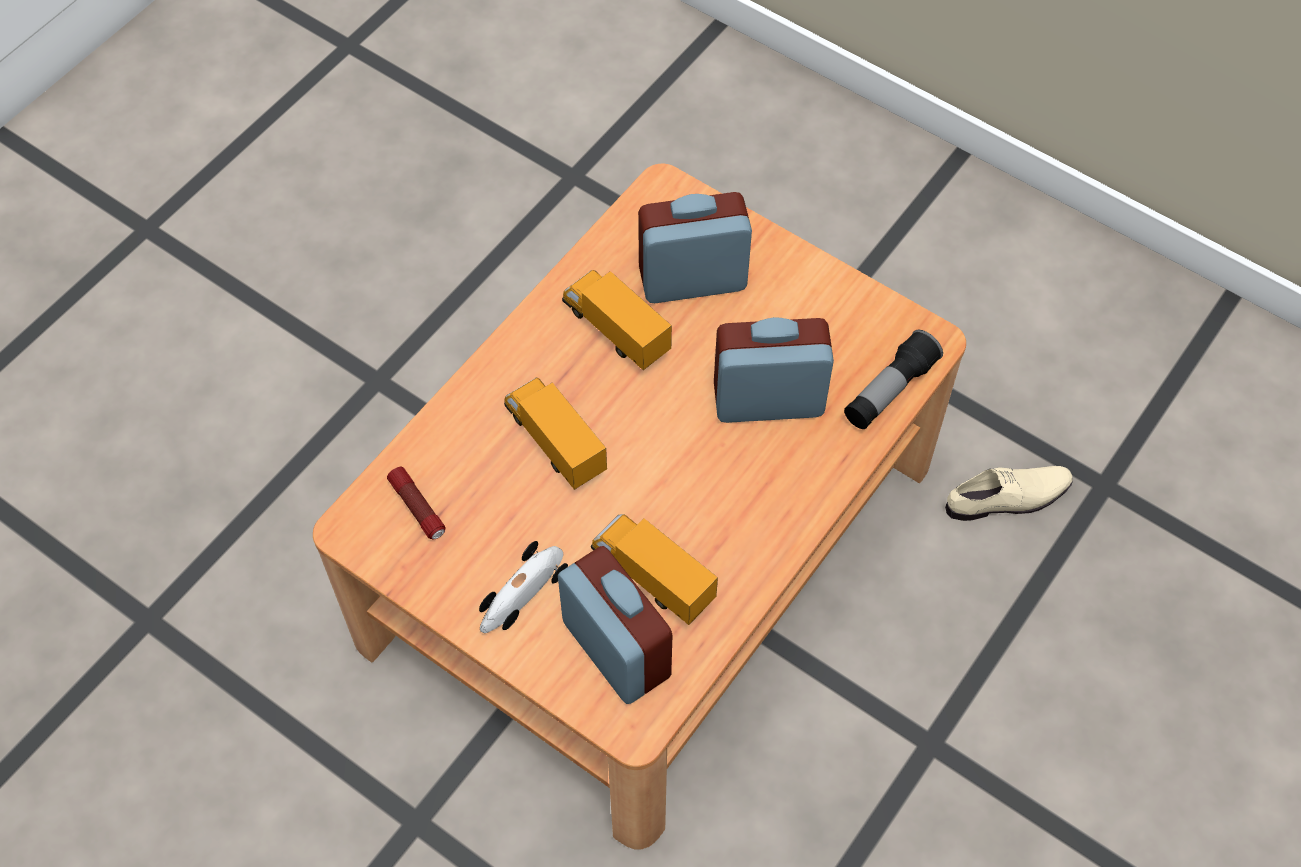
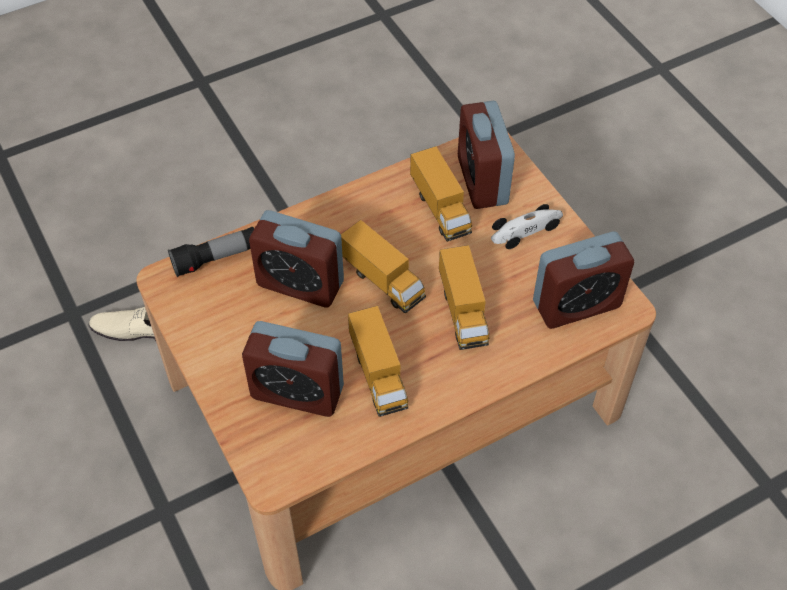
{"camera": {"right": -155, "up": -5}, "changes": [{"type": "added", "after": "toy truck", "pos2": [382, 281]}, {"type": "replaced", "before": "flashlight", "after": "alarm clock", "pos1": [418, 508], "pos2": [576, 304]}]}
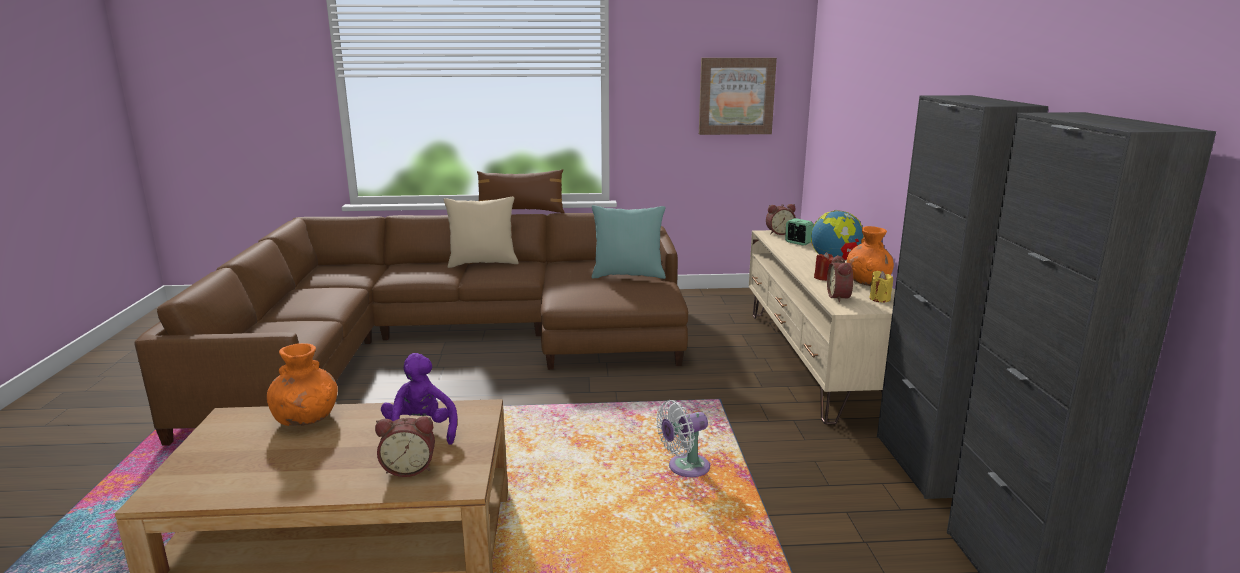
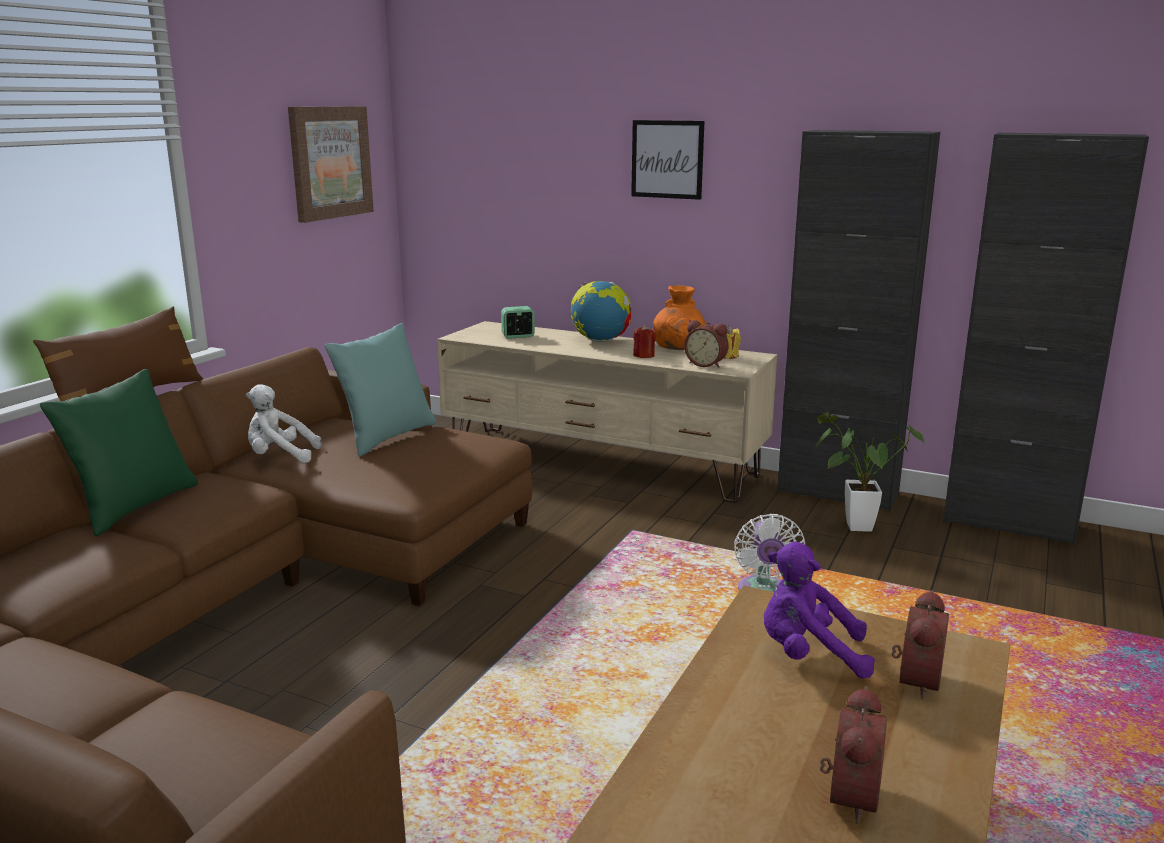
{"camera": {"right": -60, "up": 0}, "changes": [{"type": "recoloured", "before": "pillow/beige", "after": "pillow/green", "pos1": [483, 263], "pos2": [134, 507]}, {"type": "added", "after": "plush toy/white", "pos2": [280, 457]}, {"type": "added", "after": "picture", "pos2": [667, 159]}, {"type": "added", "after": "potted plant", "pos2": [851, 526]}, {"type": "moved", "before": "alarm clock", "pos1": [779, 233], "pos2": [847, 795]}, {"type": "removed", "before": "vase/orange", "pos1": [306, 418]}]}
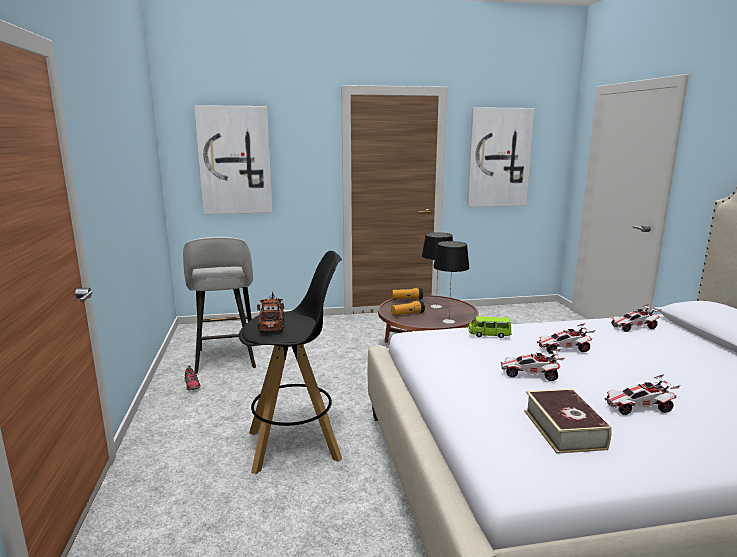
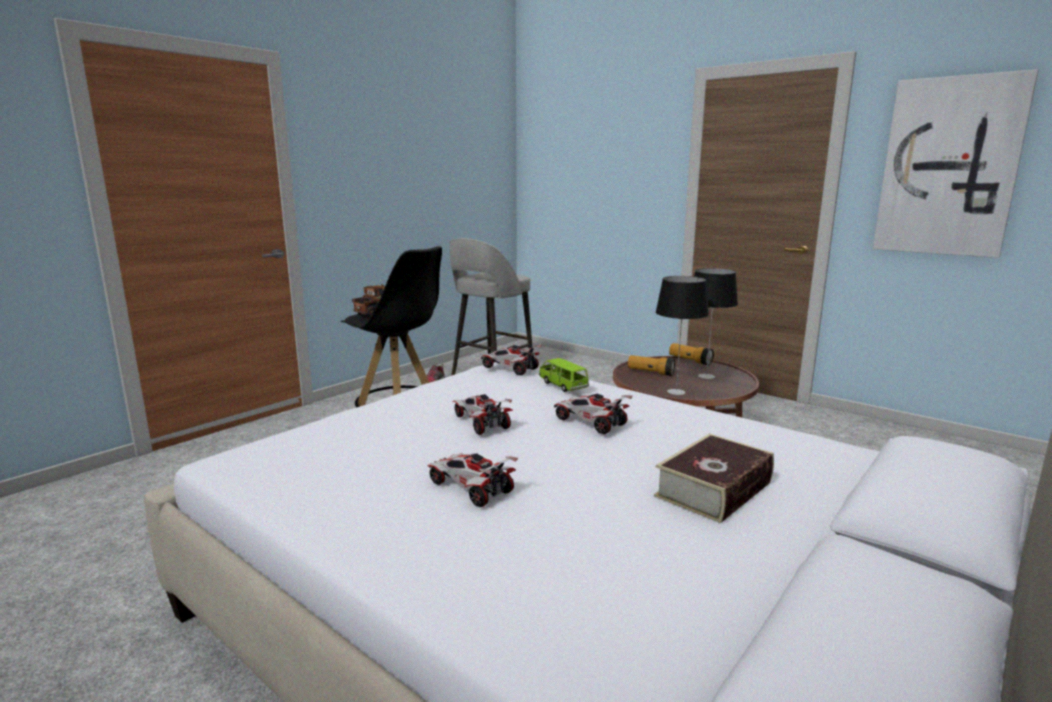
{"camera": {"right": 50, "up": 0}, "changes": [{"type": "moved", "before": "toy car", "pos1": [633, 327], "pos2": [510, 369]}, {"type": "moved", "before": "book", "pos1": [564, 429], "pos2": [713, 489]}, {"type": "removed", "before": "picture", "pos1": [235, 160]}]}
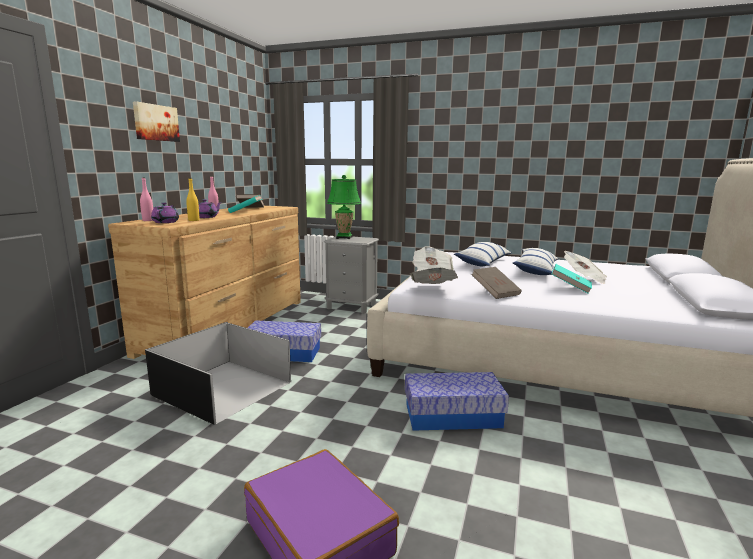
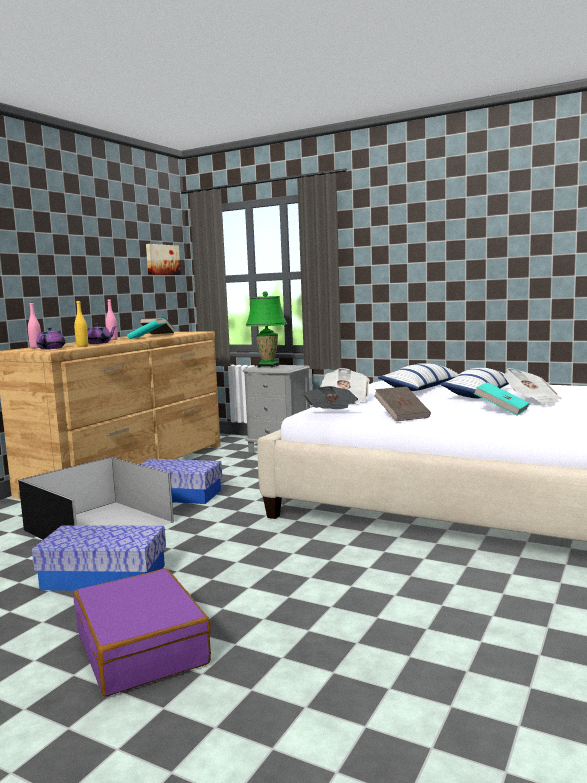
{"camera": {"right": 10, "up": -5}, "changes": [{"type": "moved", "before": "storage box", "pos1": [453, 416], "pos2": [104, 577]}, {"type": "moved", "before": "picture", "pos1": [155, 122], "pos2": [162, 260]}]}
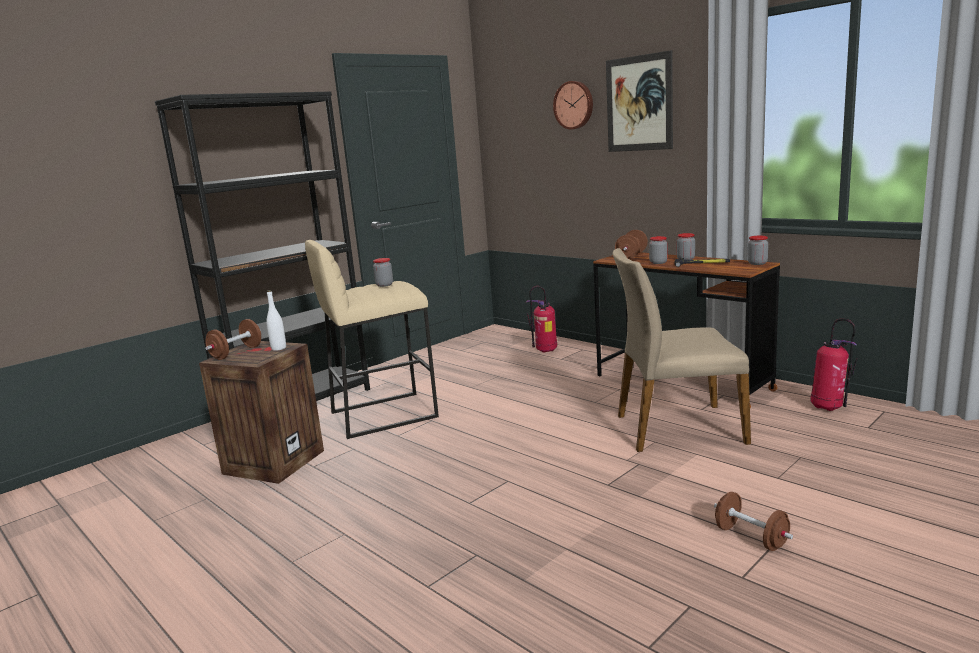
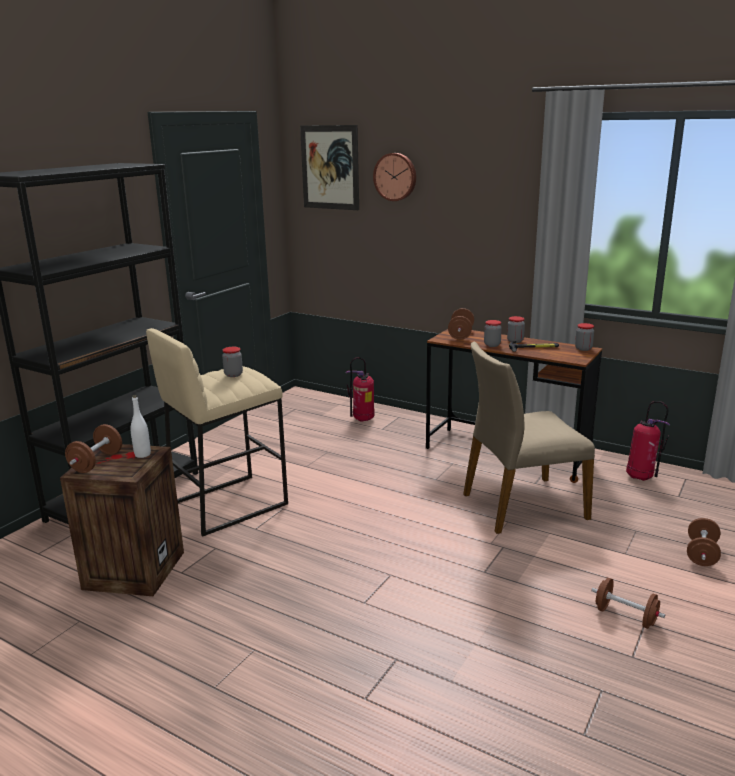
{"camera": {"right": -15, "up": 5}, "changes": [{"type": "moved", "before": "picture", "pos1": [639, 103], "pos2": [330, 167]}, {"type": "added", "after": "dumbbell/brown", "pos2": [701, 554]}]}
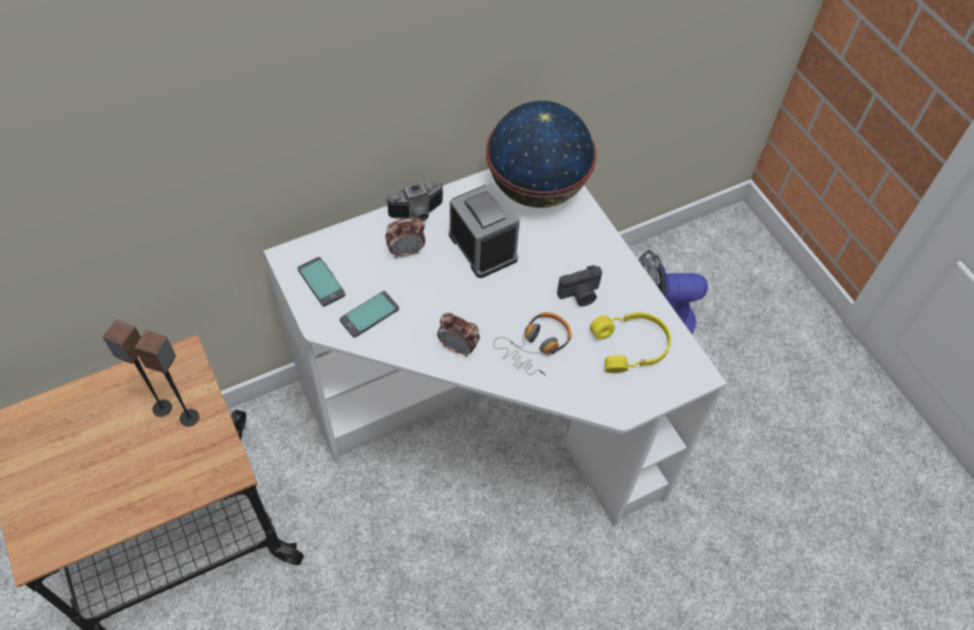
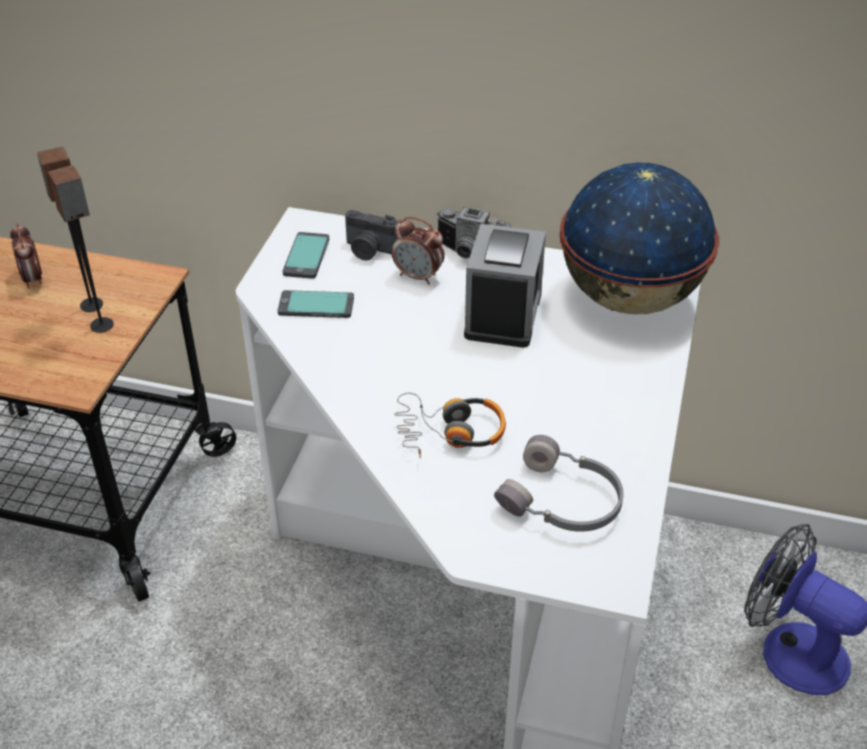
{"camera": {"right": 45, "up": -15}, "changes": [{"type": "moved", "before": "alarm clock", "pos1": [458, 347], "pos2": [33, 279]}, {"type": "moved", "before": "photo camera", "pos1": [580, 295], "pos2": [369, 250]}, {"type": "recoloured", "before": "headphones/yellow", "after": "headphones/grey", "pos1": [631, 347], "pos2": [562, 502]}]}
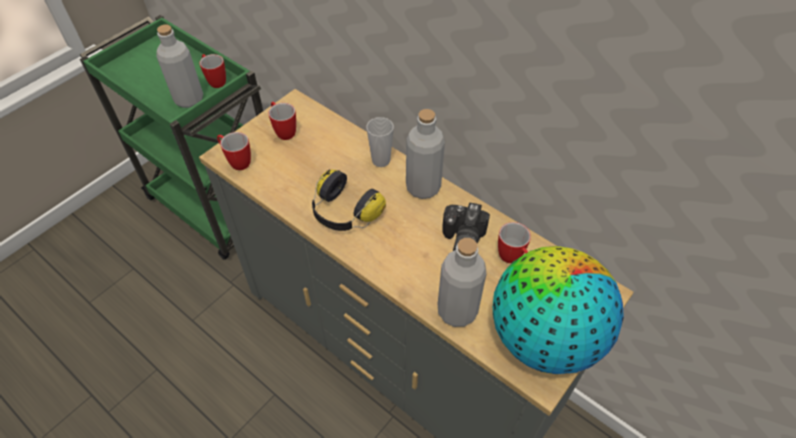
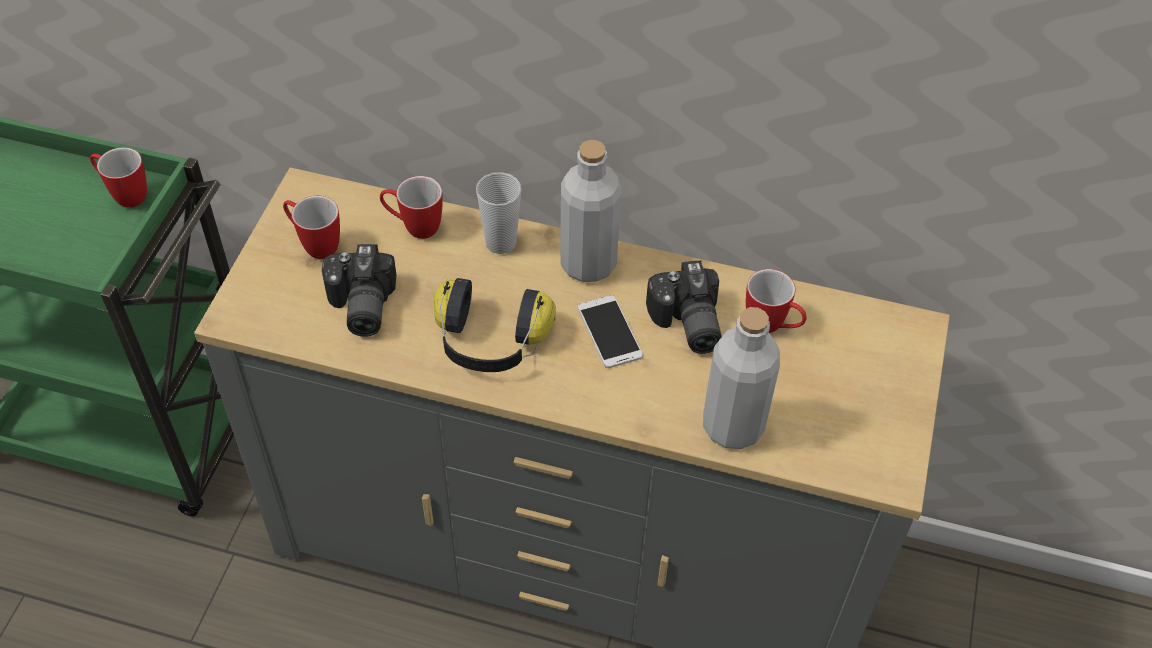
{"camera": {"right": -25, "up": 0}, "changes": [{"type": "added", "after": "photo camera", "pos2": [359, 306]}, {"type": "moved", "before": "mug", "pos1": [236, 161], "pos2": [414, 227]}, {"type": "added", "after": "phone", "pos2": [609, 332]}, {"type": "removed", "before": "bottle/grey", "pos1": [189, 99]}, {"type": "removed", "before": "globe", "pos1": [543, 337]}]}
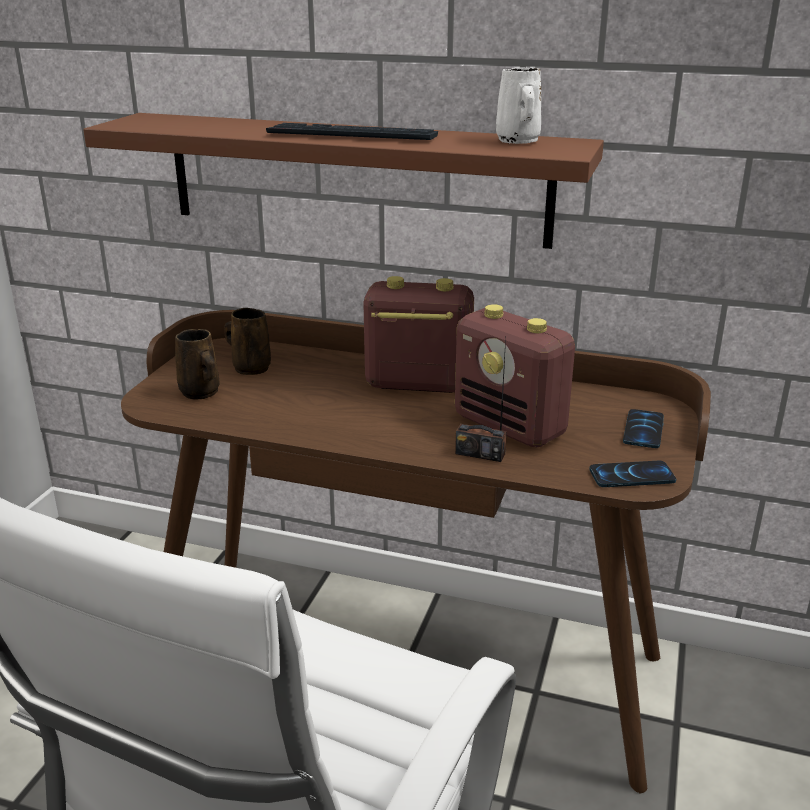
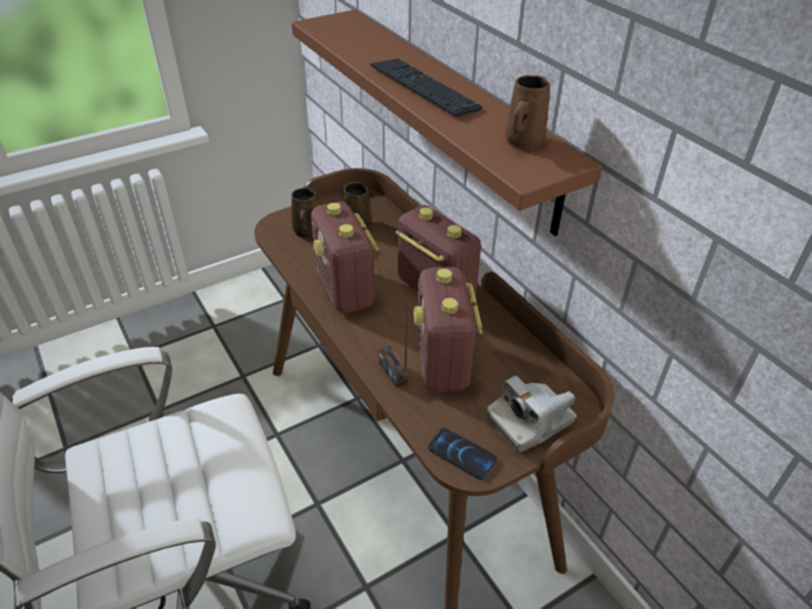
{"camera": {"right": 40, "up": 15}, "changes": [{"type": "added", "after": "radio", "pos2": [345, 289]}, {"type": "replaced", "before": "phone", "after": "photo camera", "pos1": [643, 430], "pos2": [530, 421]}, {"type": "recoloured", "before": "mug/white", "after": "mug/brown", "pos1": [518, 141], "pos2": [523, 142]}]}
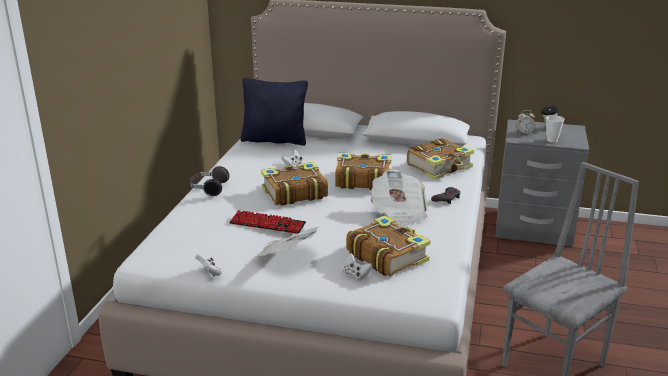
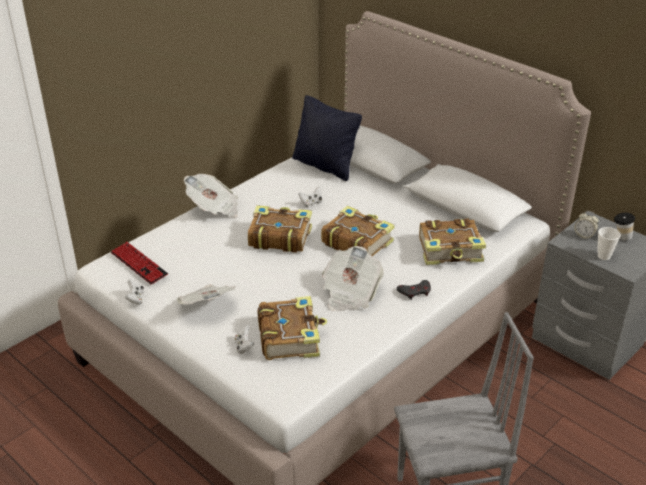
{"camera": {"right": 30, "up": 10}, "changes": [{"type": "moved", "before": "keyboard", "pos1": [267, 224], "pos2": [139, 264]}, {"type": "replaced", "before": "headphones", "after": "newspaper", "pos1": [209, 189], "pos2": [214, 208]}]}
